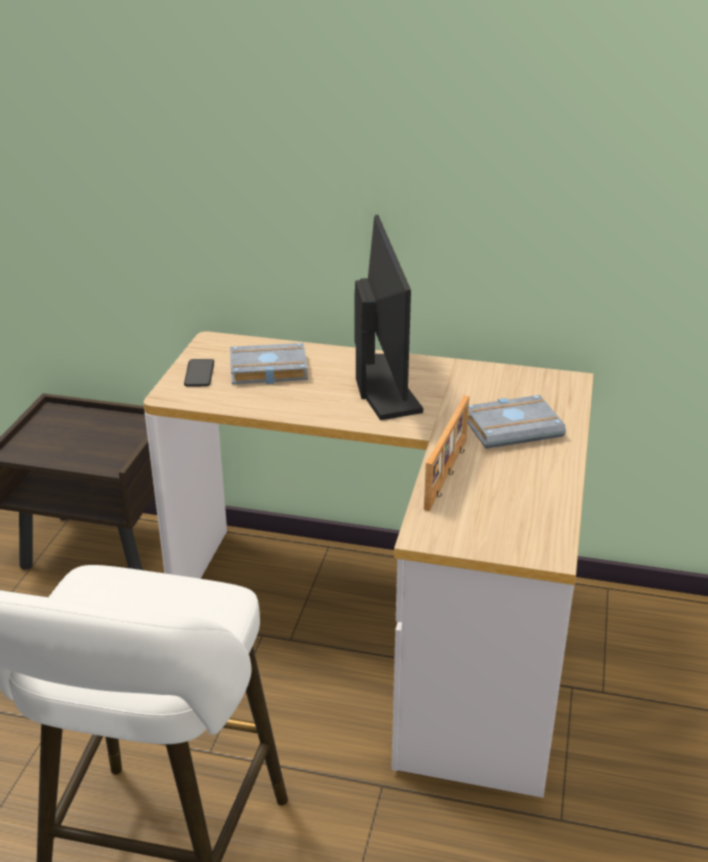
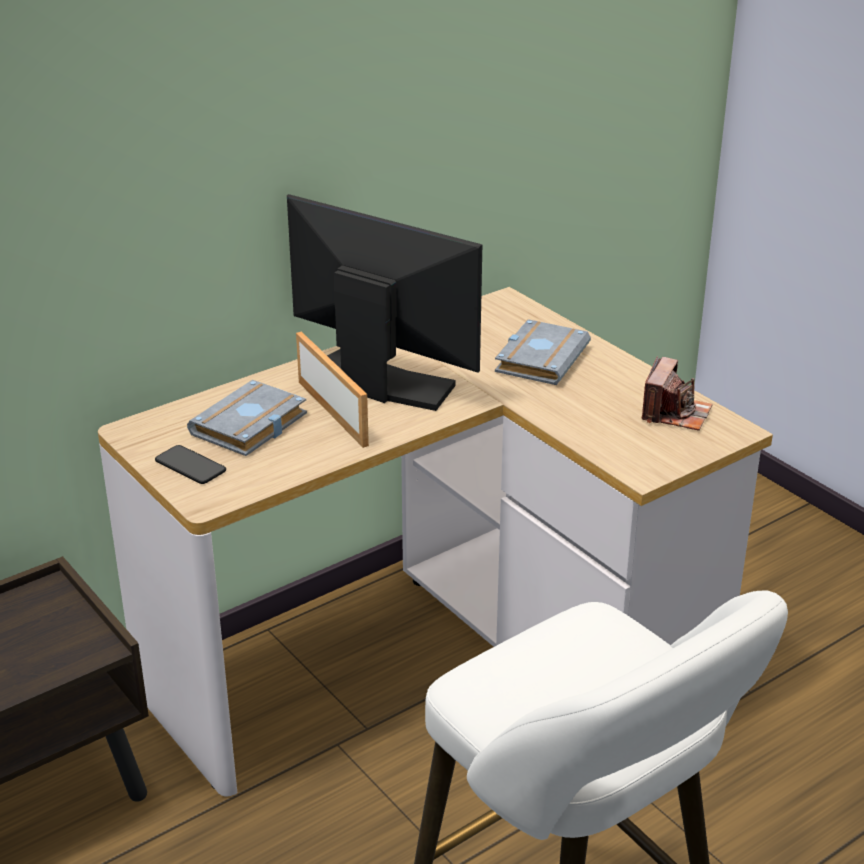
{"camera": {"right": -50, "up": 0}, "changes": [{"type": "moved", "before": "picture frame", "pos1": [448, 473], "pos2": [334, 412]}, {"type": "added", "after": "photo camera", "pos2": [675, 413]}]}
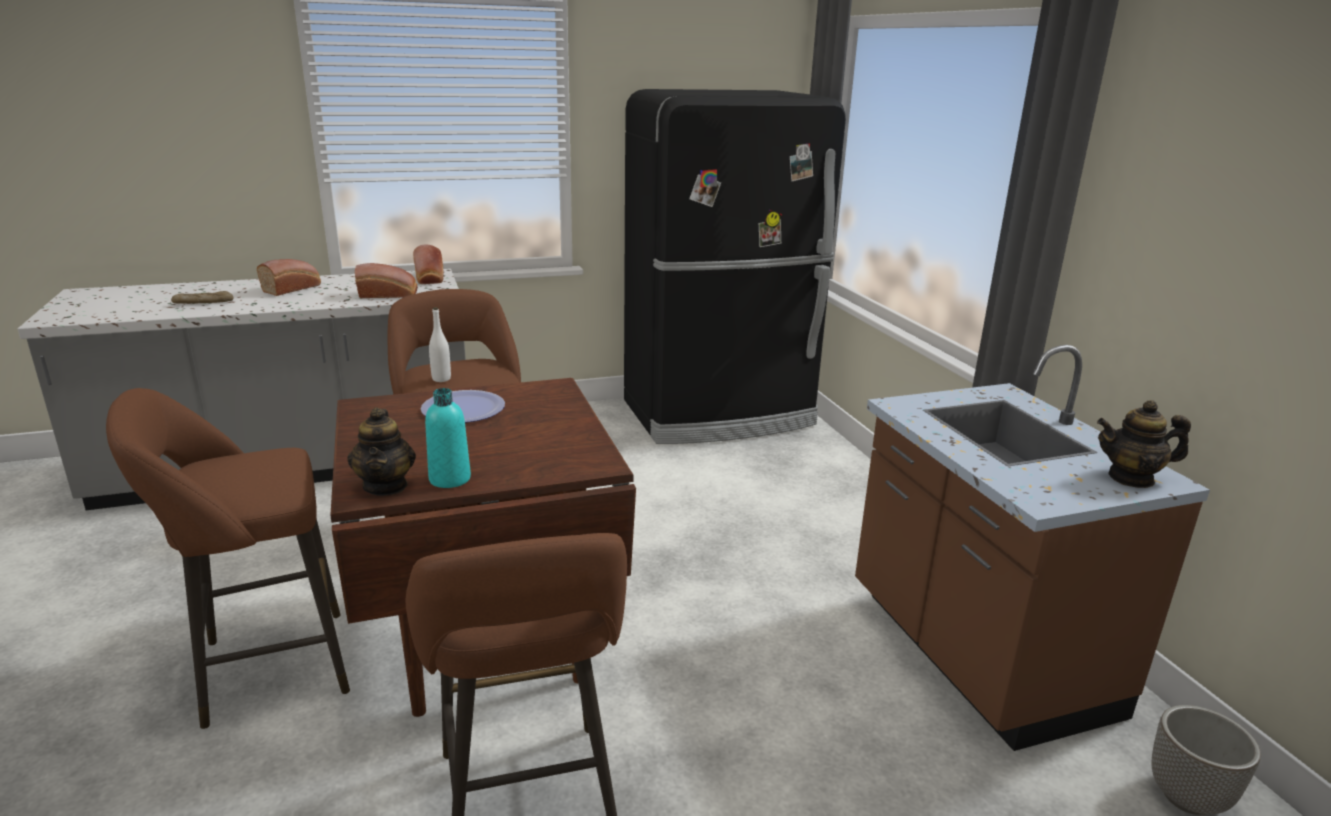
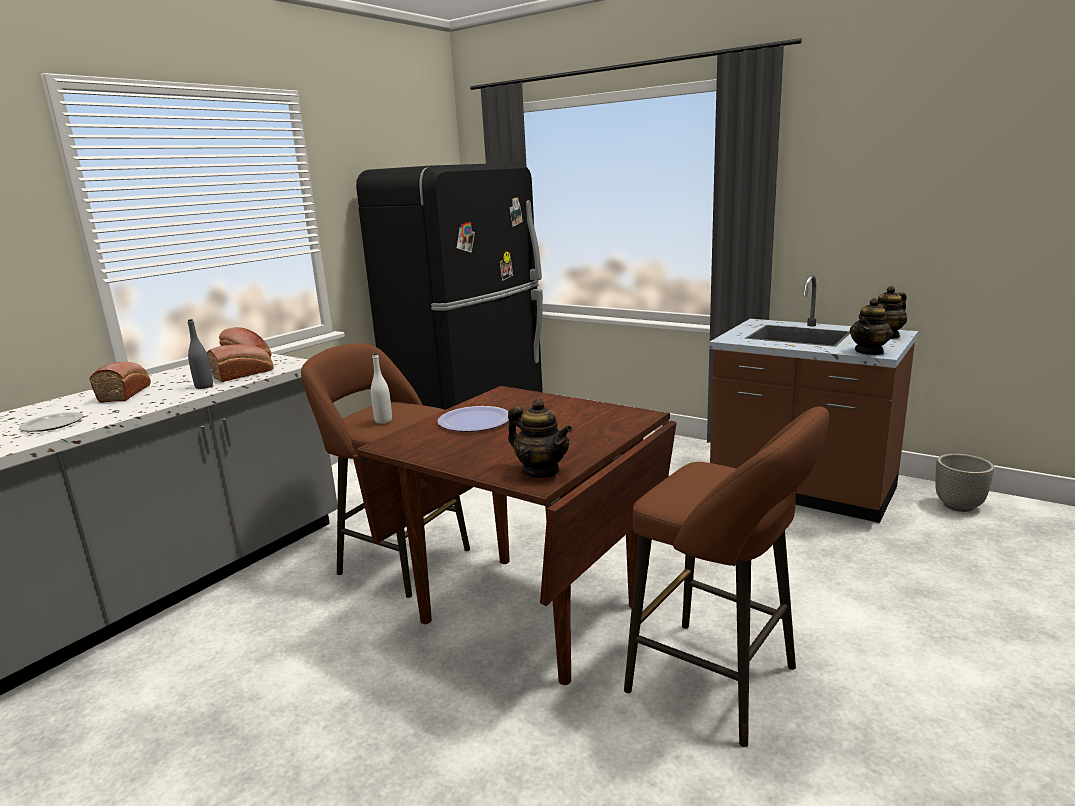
{"camera": {"right": -35, "up": -5}, "changes": [{"type": "replaced", "before": "bread", "after": "plate", "pos1": [203, 303], "pos2": [51, 424]}, {"type": "added", "after": "bottle/grey", "pos2": [204, 386]}, {"type": "added", "after": "teapot", "pos2": [869, 351]}, {"type": "removed", "before": "stool/brown", "pos1": [264, 669]}, {"type": "removed", "before": "bottle/turquoise", "pos1": [450, 479]}]}
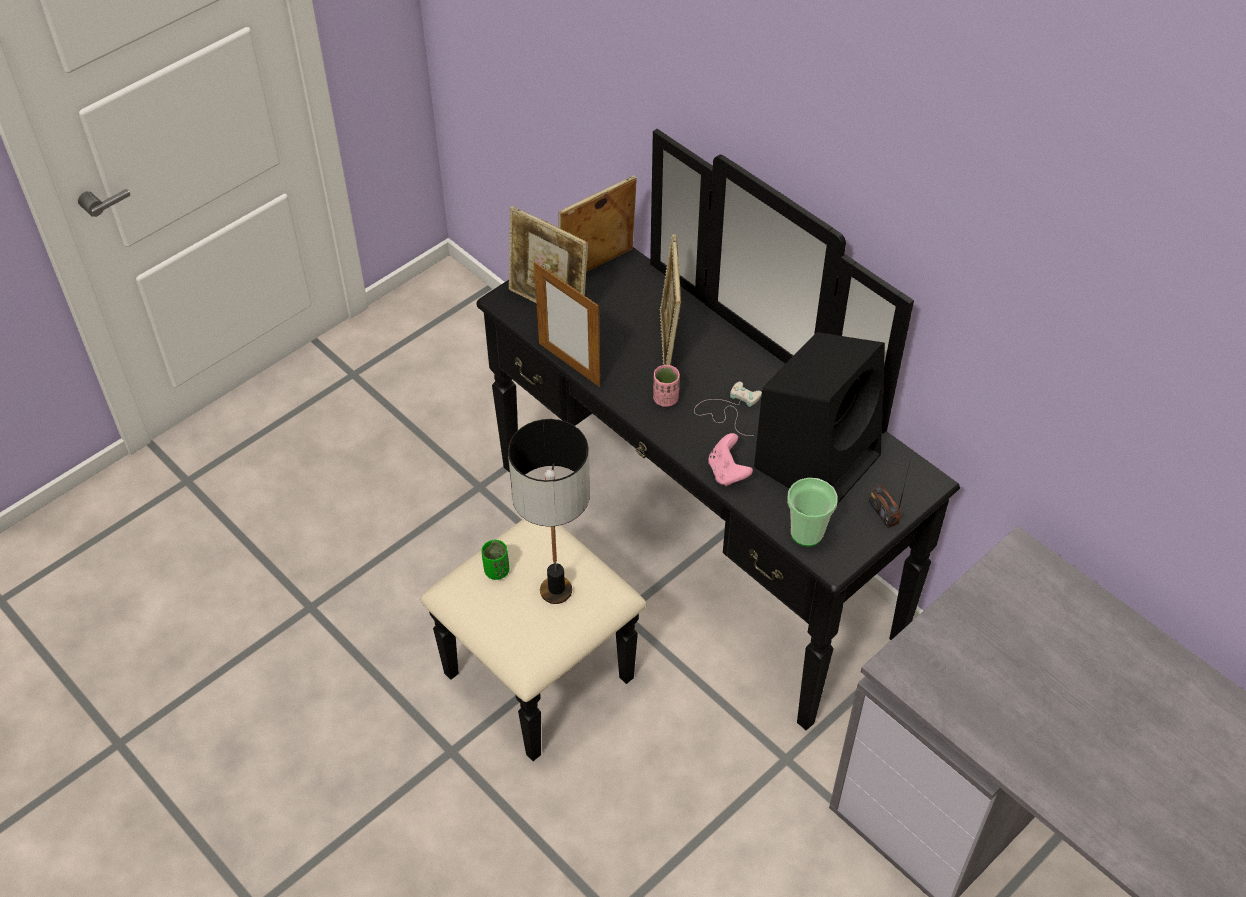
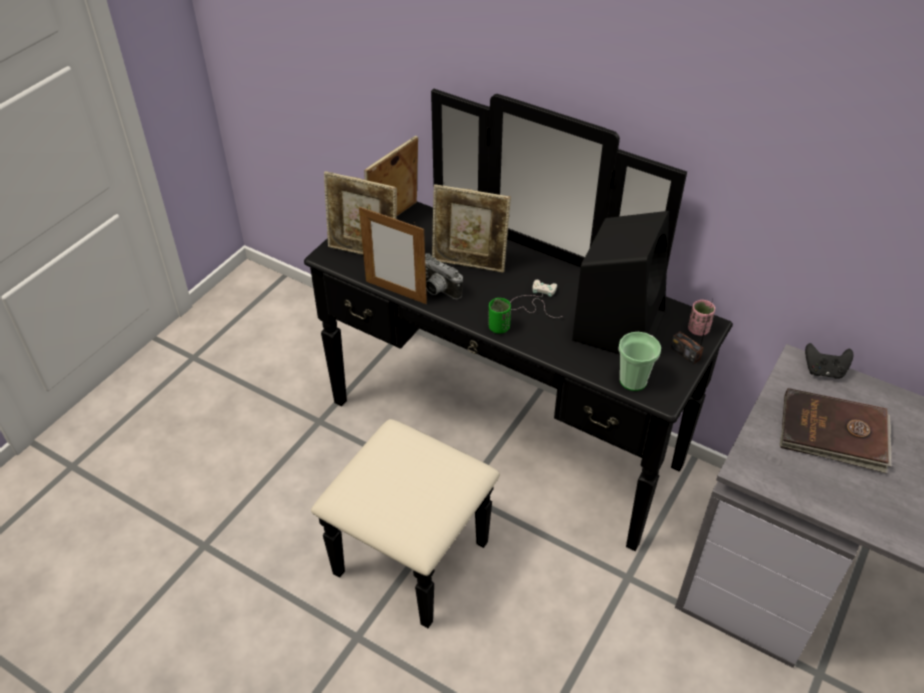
{"camera": {"right": -15, "up": -5}, "changes": [{"type": "added", "after": "photo camera", "pos2": [437, 290]}, {"type": "turned", "before": "picture frame", "pos1": [668, 344], "pos2": [469, 264], "turn": -60}, {"type": "moved", "before": "cup/green", "pos1": [496, 571], "pos2": [499, 327]}, {"type": "moved", "before": "cup/pink", "pos1": [665, 399], "pos2": [698, 329]}, {"type": "added", "after": "book/brown", "pos2": [833, 434]}, {"type": "added", "after": "game controller/black", "pos2": [824, 371]}, {"type": "removed", "before": "table lamp", "pos1": [556, 591]}, {"type": "removed", "before": "game controller/pink", "pos1": [727, 472]}]}
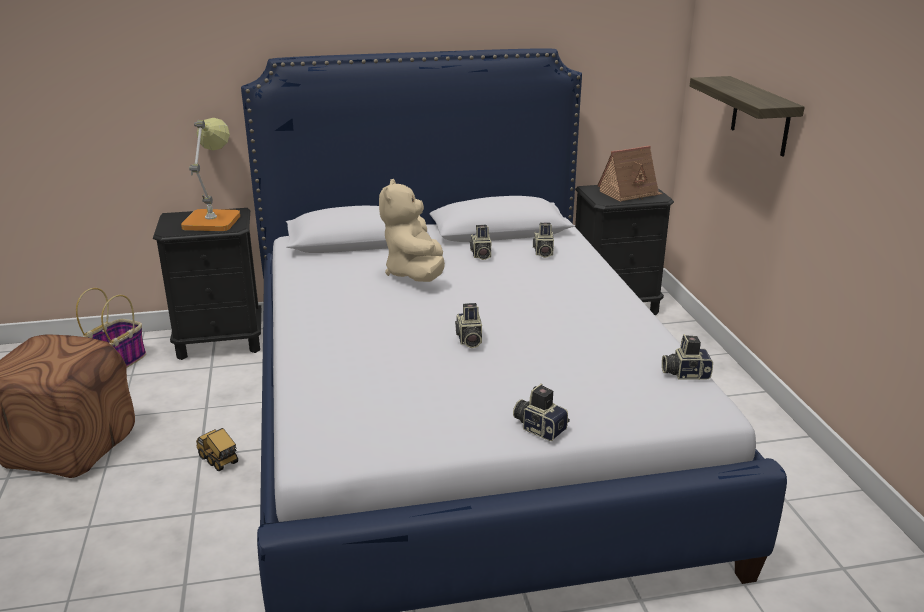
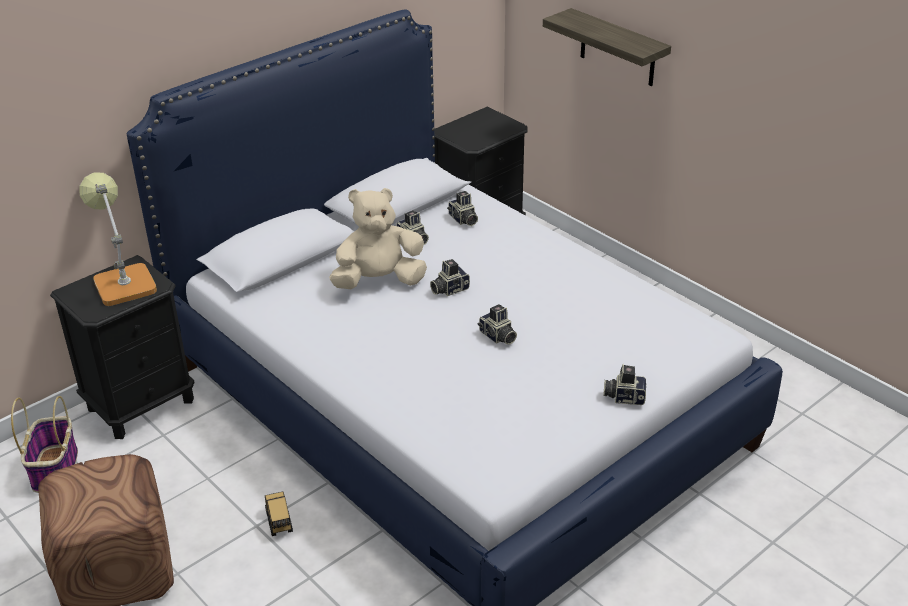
{"camera": {"right": -30, "up": 10}, "changes": [{"type": "turned", "before": "toy truck", "pos1": [219, 461], "pos2": [279, 523], "turn": 60}, {"type": "turned", "before": "plush toy/beige", "pos1": [415, 274], "pos2": [379, 281], "turn": 105}, {"type": "moved", "before": "photo camera", "pos1": [685, 373], "pos2": [449, 289]}, {"type": "removed", "before": "toy house", "pos1": [629, 193]}]}
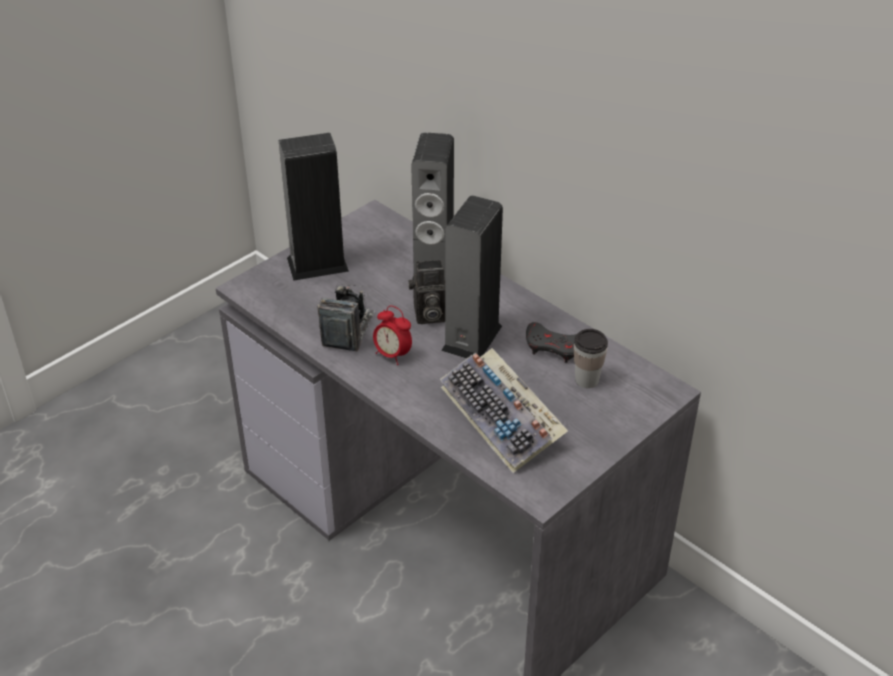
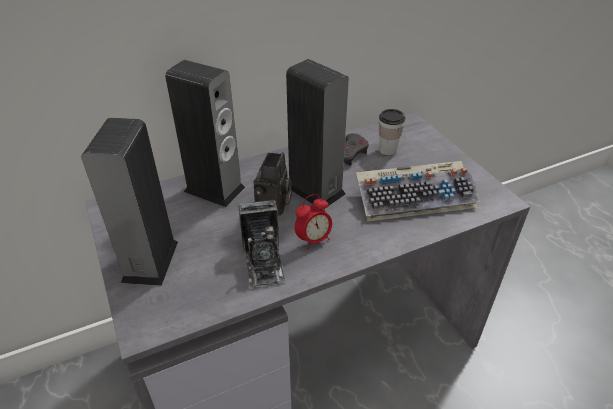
{"camera": {"right": -70, "up": 0}, "changes": [{"type": "turned", "before": "photo camera", "pos1": [348, 330], "pos2": [263, 261], "turn": -135}]}
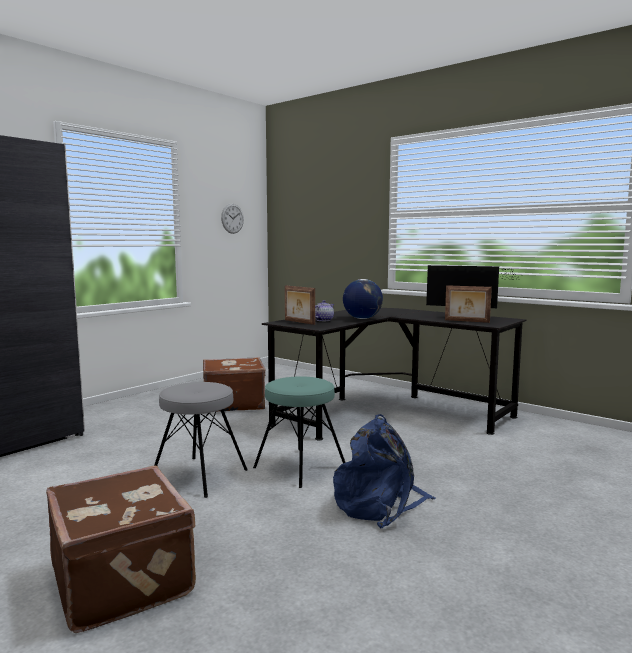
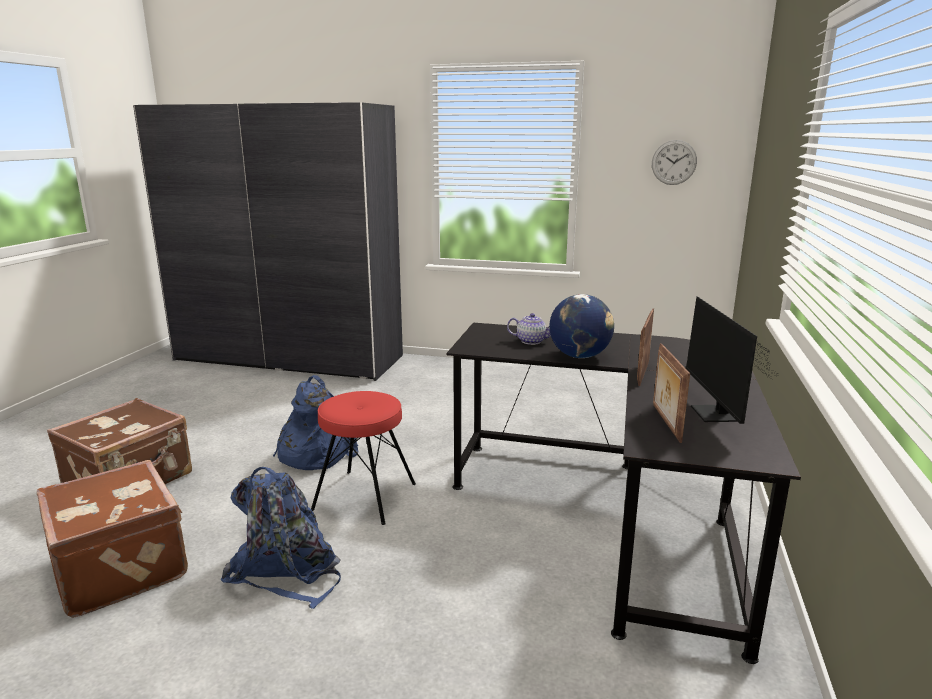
{"camera": {"right": 65, "up": 10}, "changes": [{"type": "moved", "before": "suitcase/brown", "pos1": [233, 404], "pos2": [122, 566]}, {"type": "replaced", "before": "stool/grey", "after": "backpack/blue", "pos1": [199, 476], "pos2": [314, 453]}, {"type": "recoloured", "before": "stool/turquoise", "after": "stool/red", "pos1": [300, 467], "pos2": [365, 496]}, {"type": "moved", "before": "picture frame", "pos1": [299, 322], "pos2": [642, 373]}]}
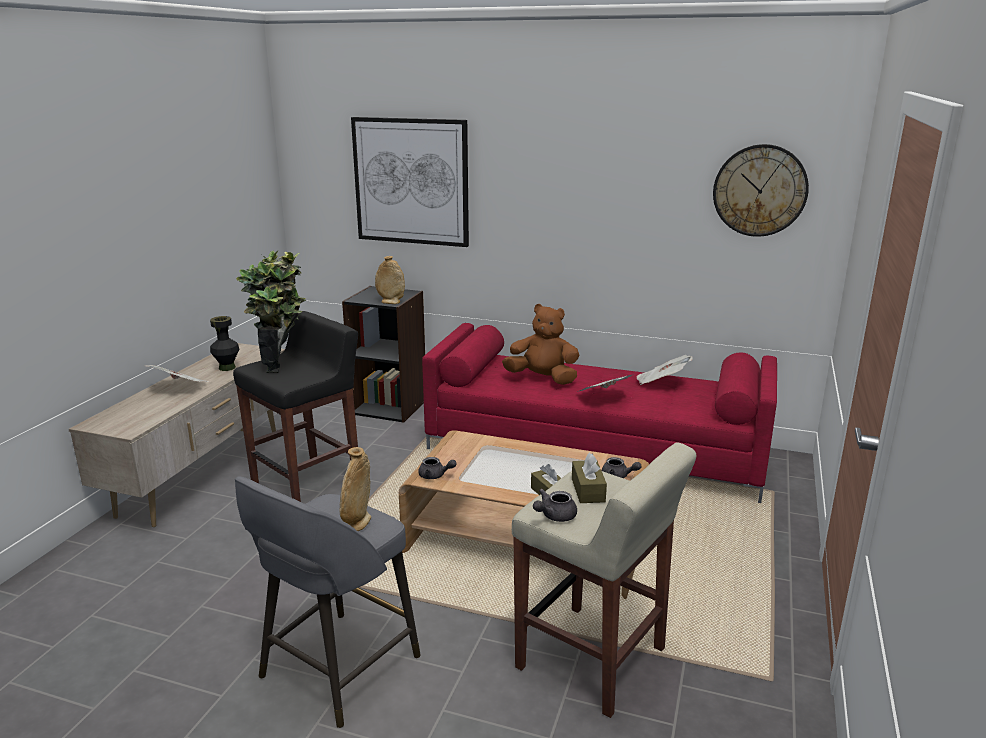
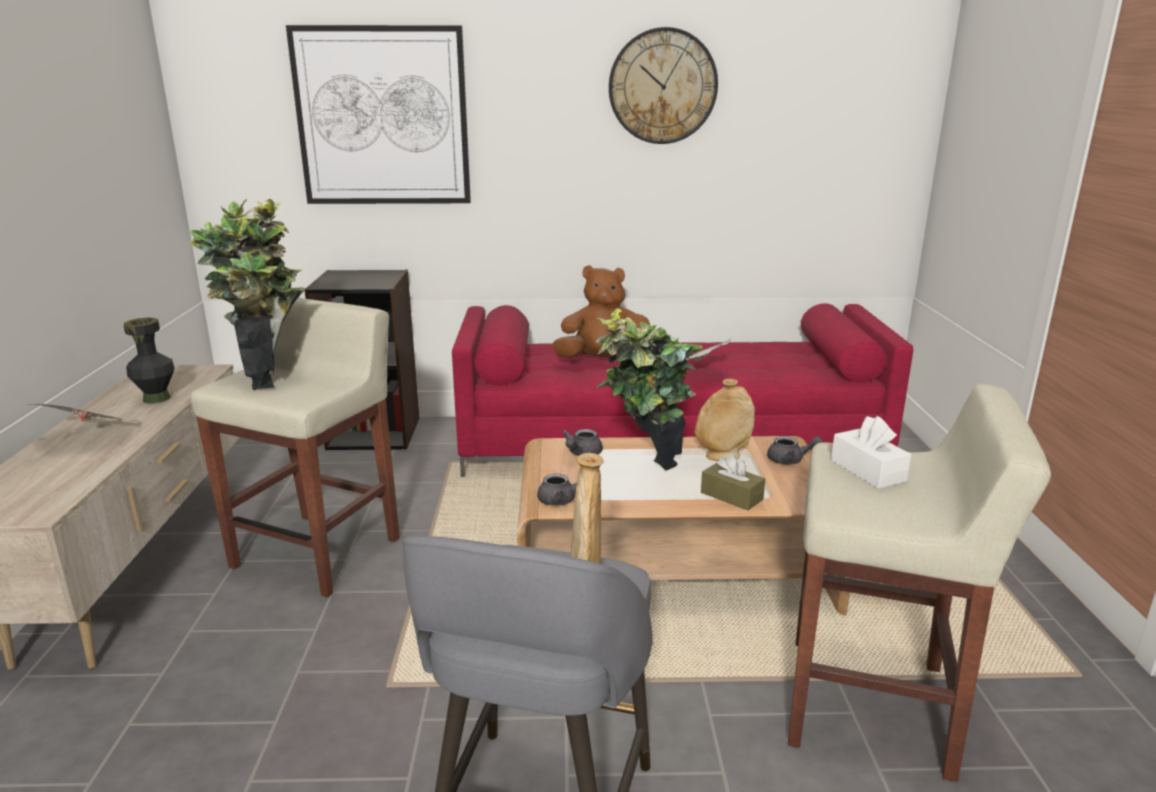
{"camera": {"right": -20, "up": 0}, "changes": [{"type": "recoloured", "before": "stool/black", "after": "stool/beige", "pos1": [308, 483], "pos2": [319, 552]}, {"type": "moved", "before": "teapot/grey", "pos1": [554, 516], "pos2": [581, 454]}, {"type": "added", "after": "potted plant", "pos2": [645, 474]}, {"type": "moved", "before": "wall clock", "pos1": [759, 190], "pos2": [662, 86]}, {"type": "moved", "before": "vase/beige", "pos1": [390, 302], "pos2": [722, 456]}, {"type": "recoloured", "before": "tissue box/brown", "after": "tissue box/white", "pos1": [588, 490], "pos2": [867, 470]}, {"type": "removed", "before": "newspaper", "pos1": [661, 383]}]}
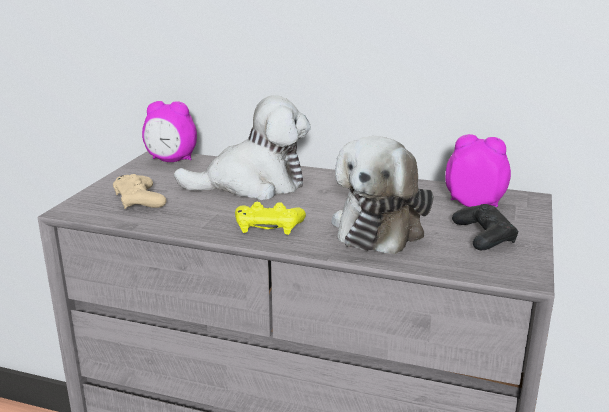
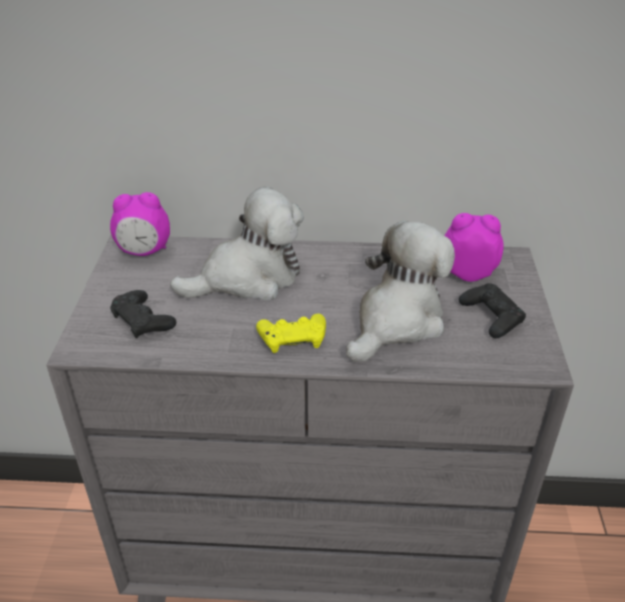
{"camera": {"right": -15, "up": 15}, "changes": [{"type": "recoloured", "before": "game controller/beige", "after": "game controller/black", "pos1": [139, 200], "pos2": [143, 320]}, {"type": "turned", "before": "plush toy", "pos1": [380, 227], "pos2": [397, 321], "turn": -150}]}
